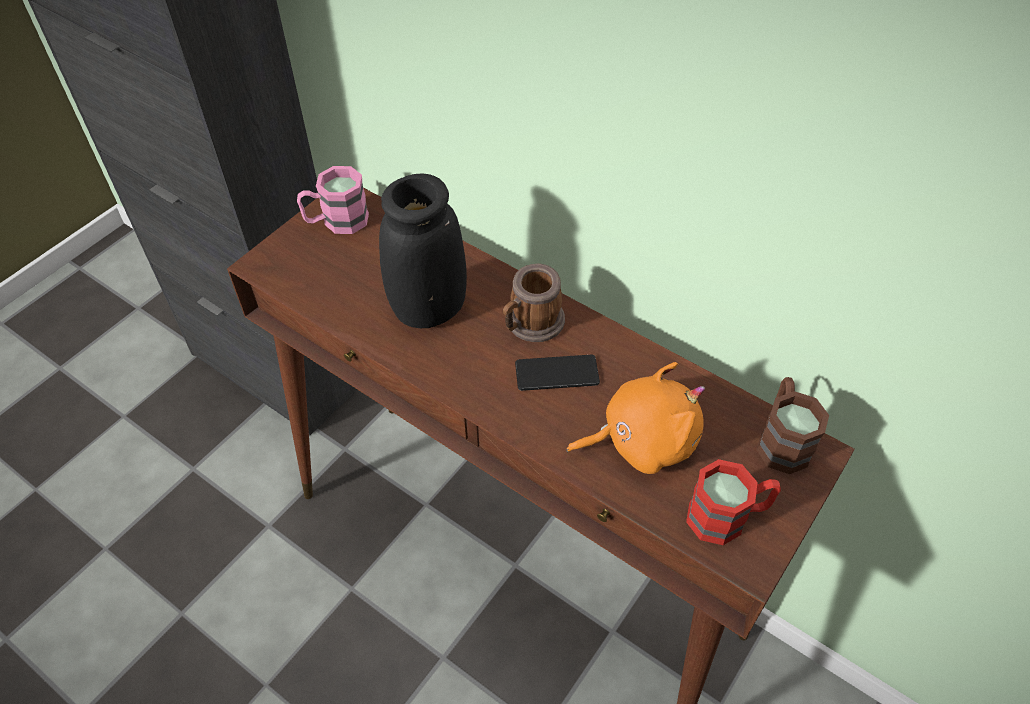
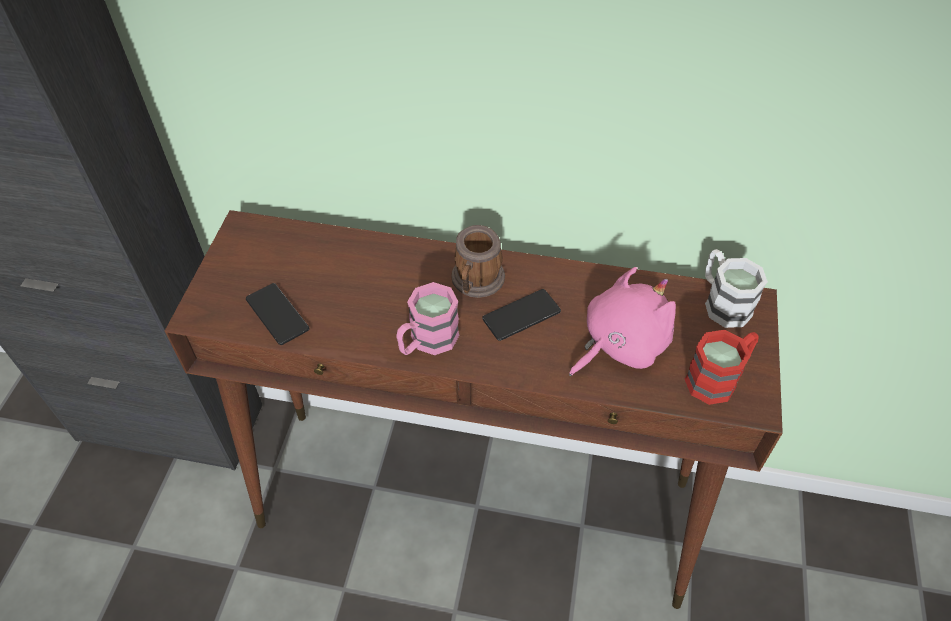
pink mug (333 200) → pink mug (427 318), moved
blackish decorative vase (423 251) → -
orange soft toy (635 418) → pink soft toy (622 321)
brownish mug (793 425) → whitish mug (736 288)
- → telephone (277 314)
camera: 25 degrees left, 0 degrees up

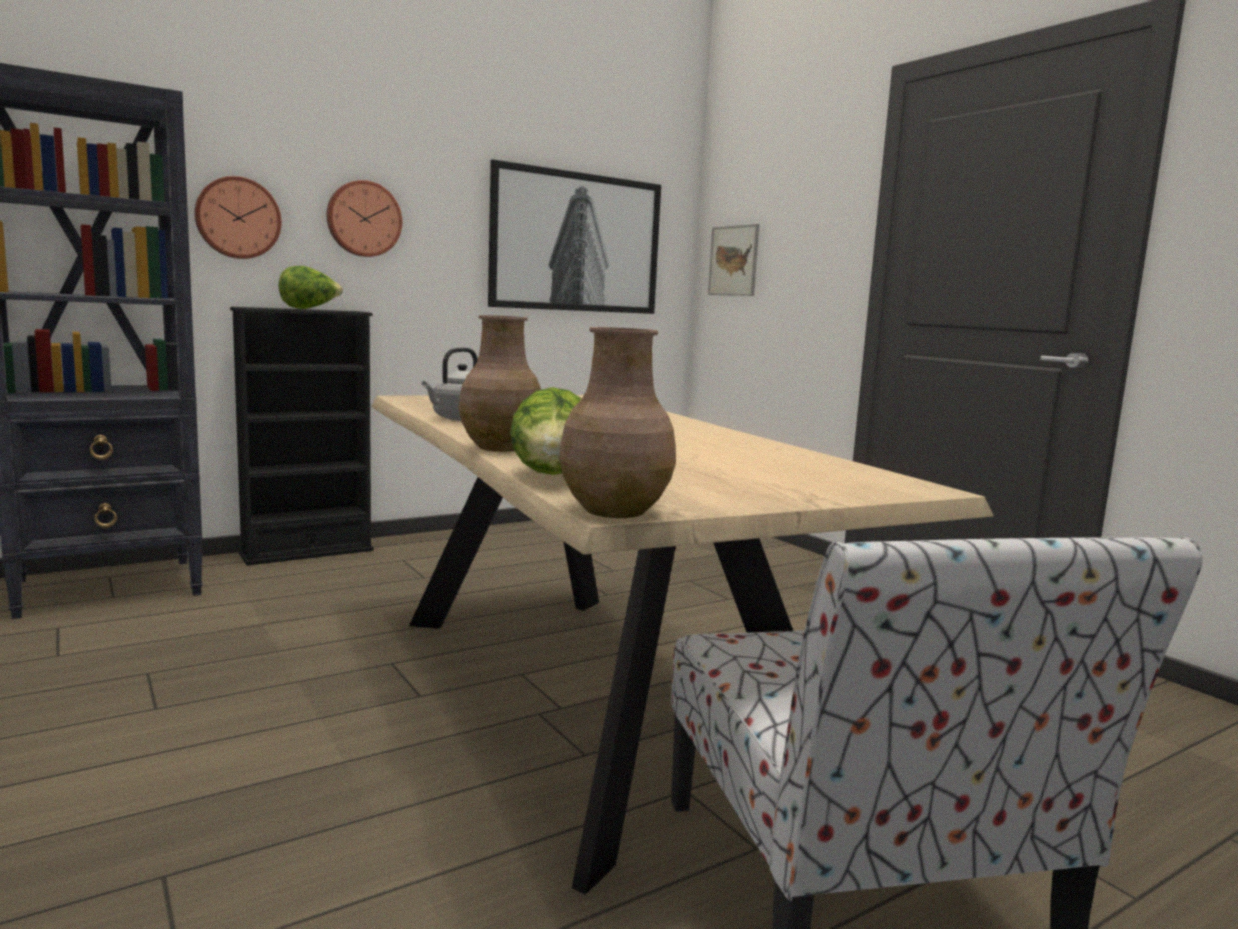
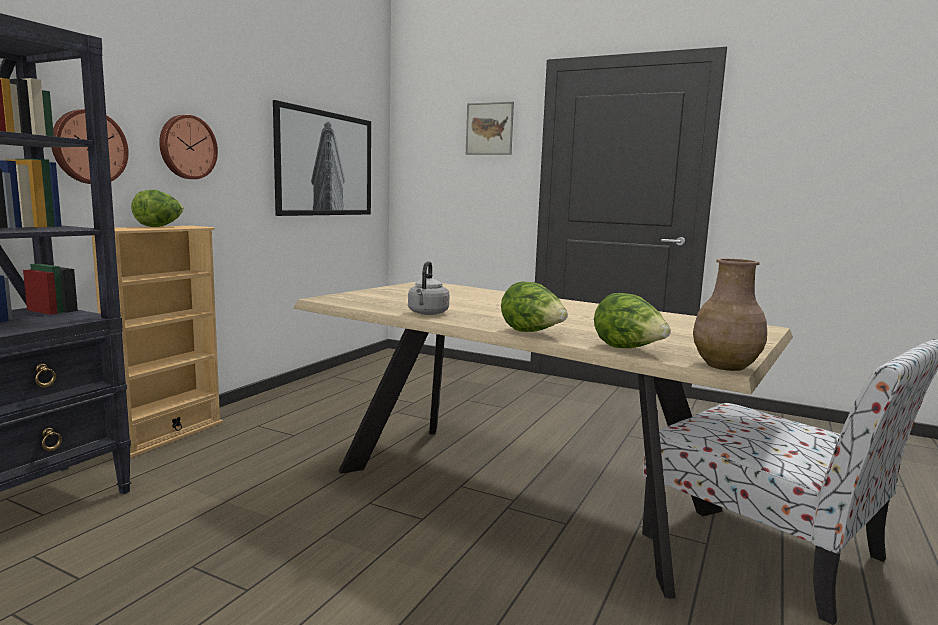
blackish bookshelf (302 436) → beige bookshelf (157 342)
brownish decorative vase (500 383) → lettuce head (534 307)
wall picture (733 260) → wall picture (490 128), moved
camera: 30 degrees left, 0 degrees up

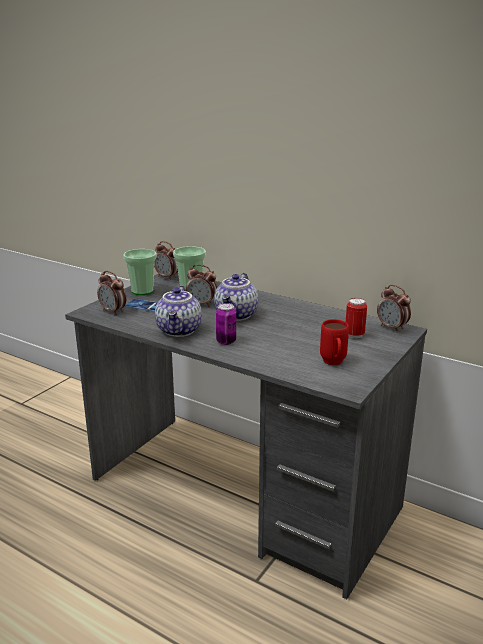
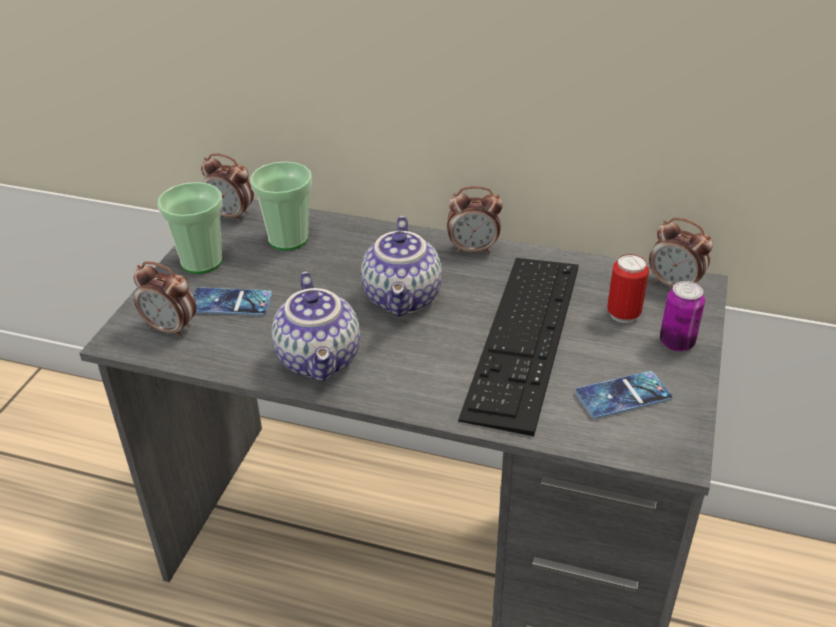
table clock (201 286) → table clock (475 220), moved
can (226 324) → can (682 316), moved
red mug (334 342) → telephone (623 395)
- → PC keyboard (518 347)
camera: 15 degrees left, 15 degrees up

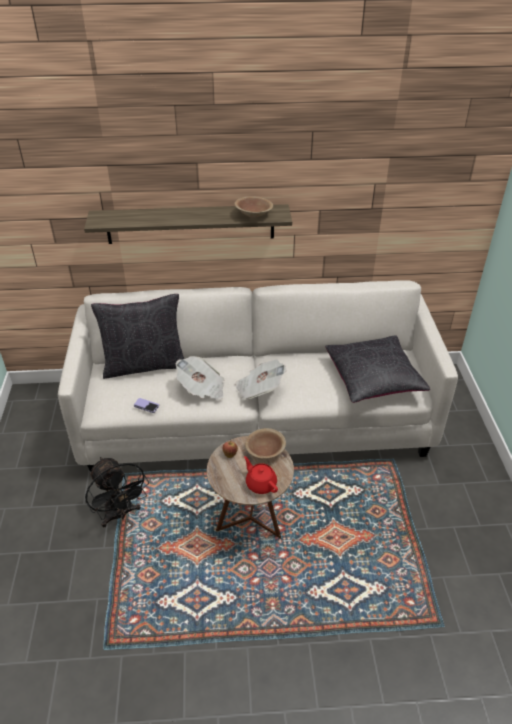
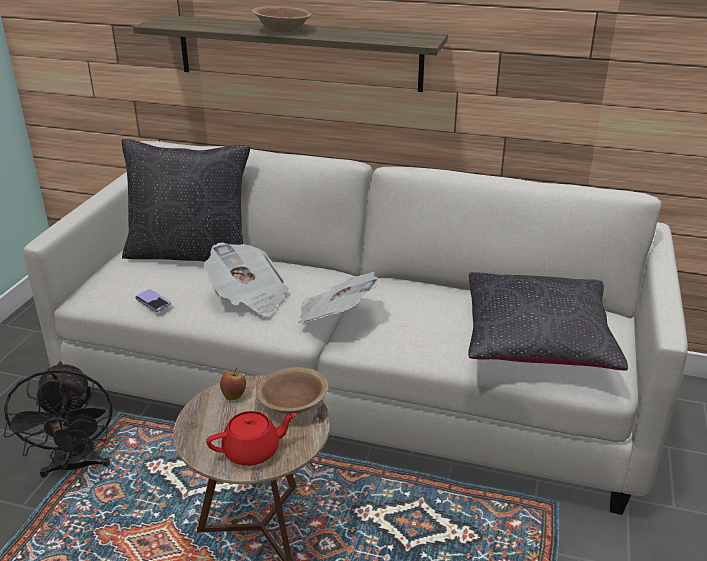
brownish deep dish (254 207) → brownish deep dish (282 19), moved
red tea pot (261 475) → red tea pot (251 438), 90 degrees clockwise
camera: 20 degrees right, 10 degrees down

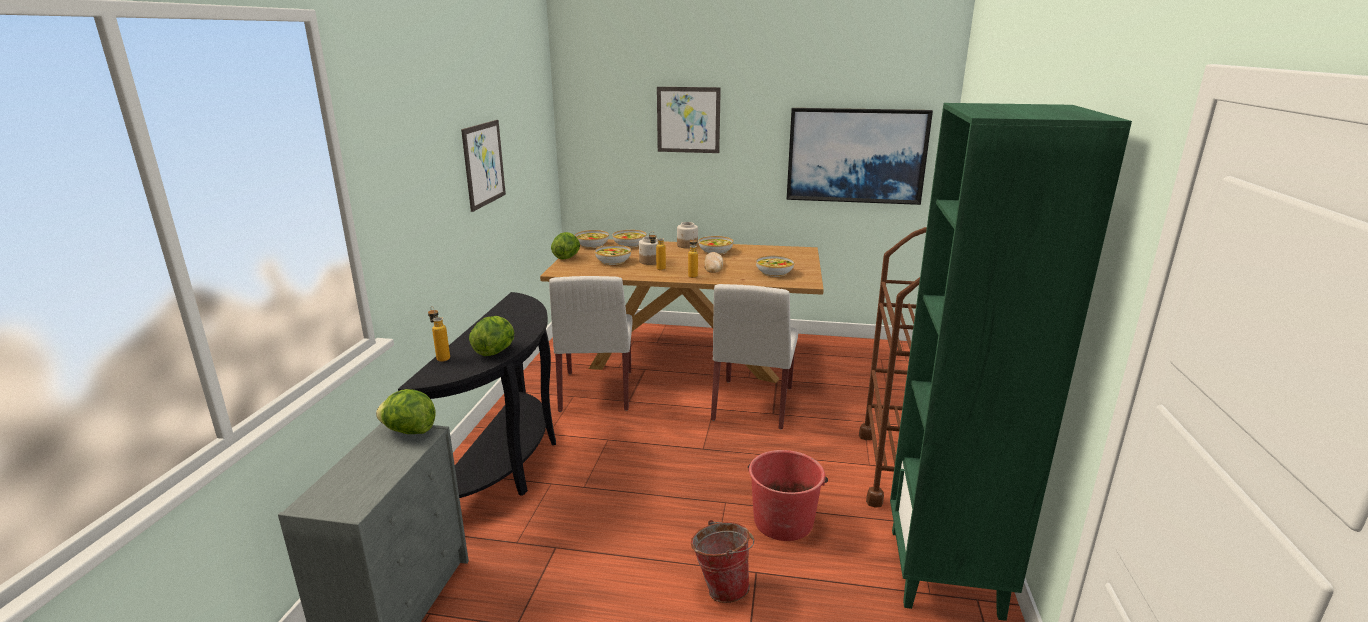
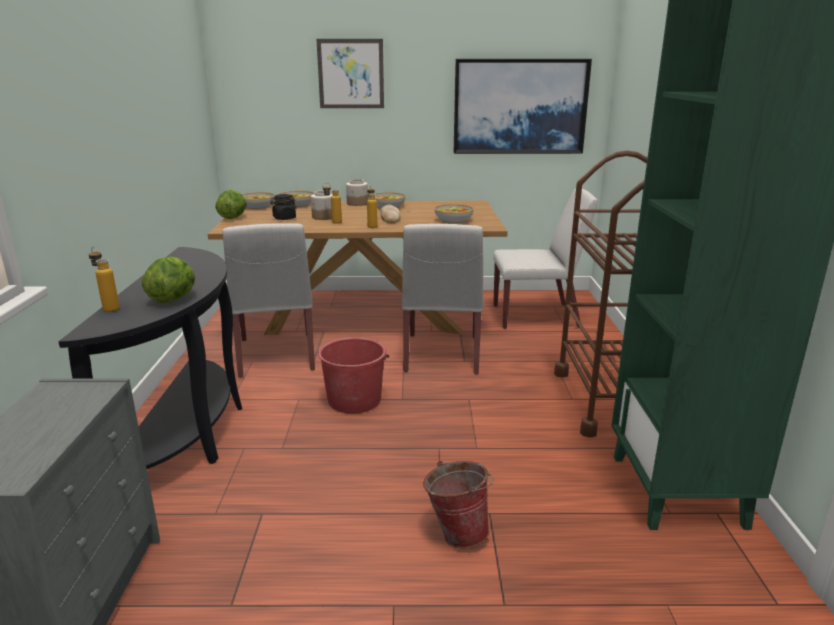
lettuce head (406 411) → -
wall picture (483 166) → -
deep dish (613 255) → blackish jar (283 207)
red bucket (788 495) → red bucket (353 375), moved
- → whitish upright chair (545 258)
camera: 10 degrees left, 0 degrees up

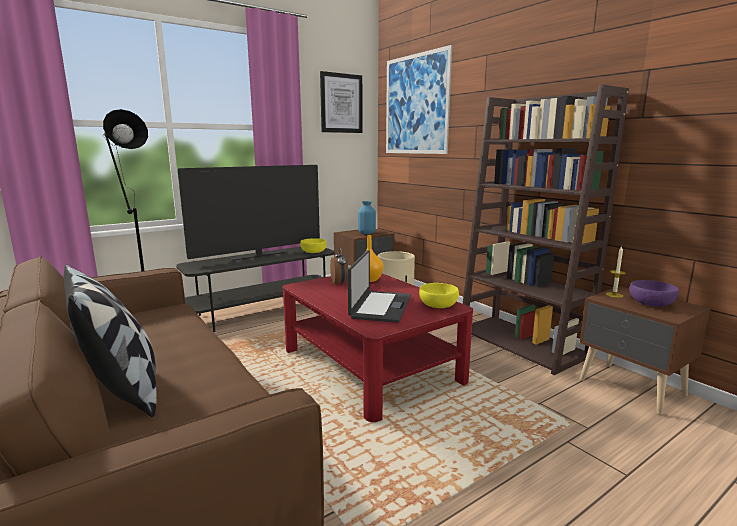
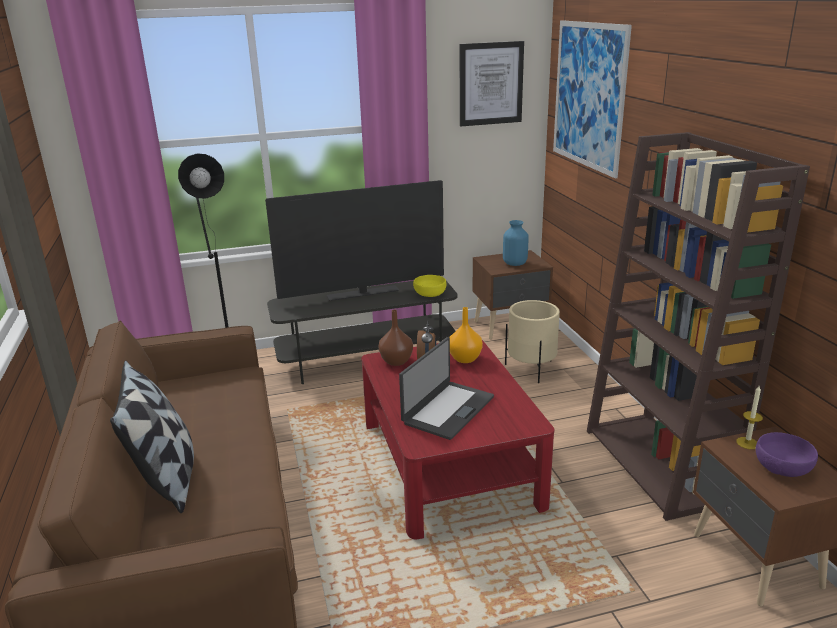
yellow-coloured deep dish (439 295) → -
- → brownish decorative vase (396 338)
camera: 20 degrees right, 10 degrees up

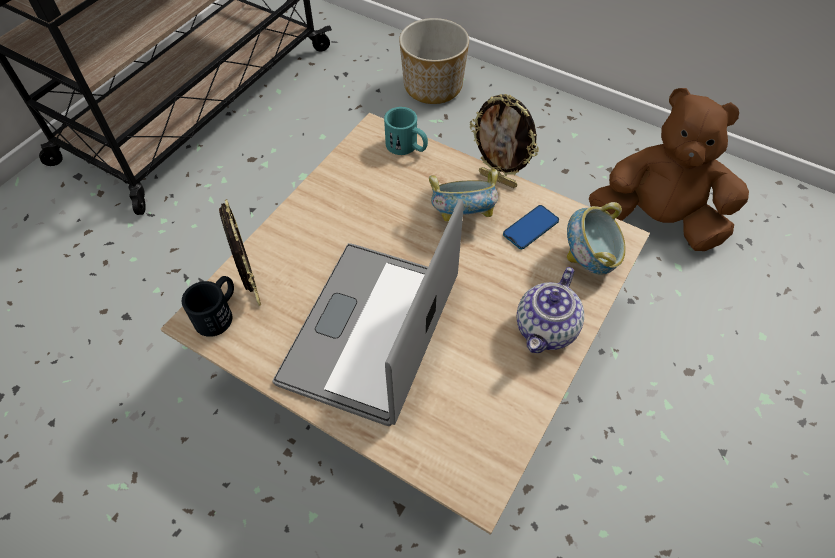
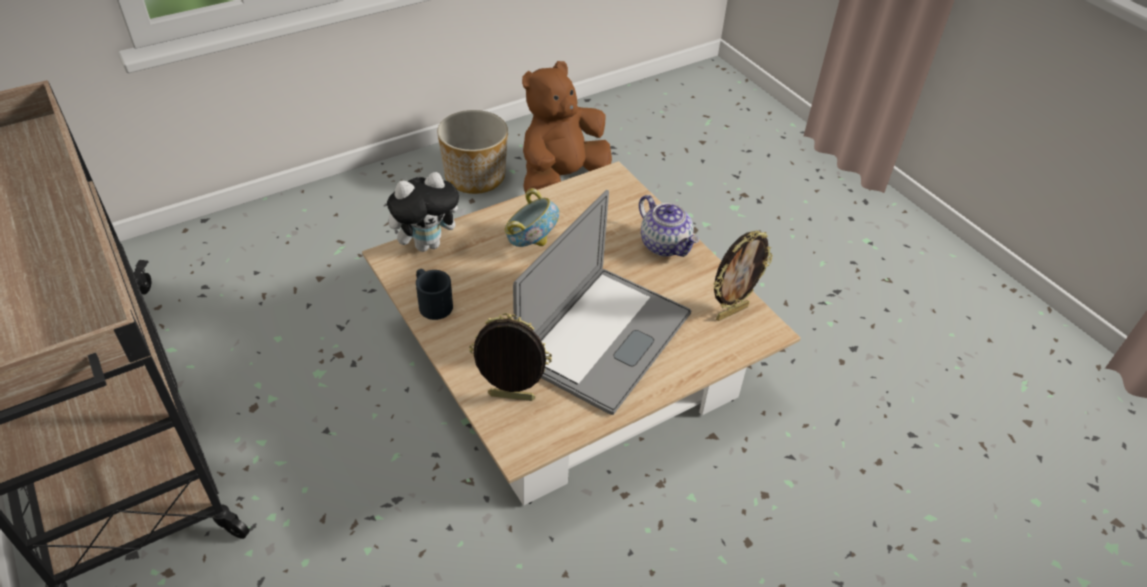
blackish mug (208 306) → blackish mug (434 294), moved
portable computer (368 312) → portable computer (602 302), 105 degrees counterclockwise
blue-green mug (406 131) → soft toy (426 212)
planter (434 61) → planter (472 152), moved
picture frame (504 141) → picture frame (743 276), moved
telephone (531 227) → -
deep dish (596 238) → -
camera: 65 degrees left, 10 degrees down

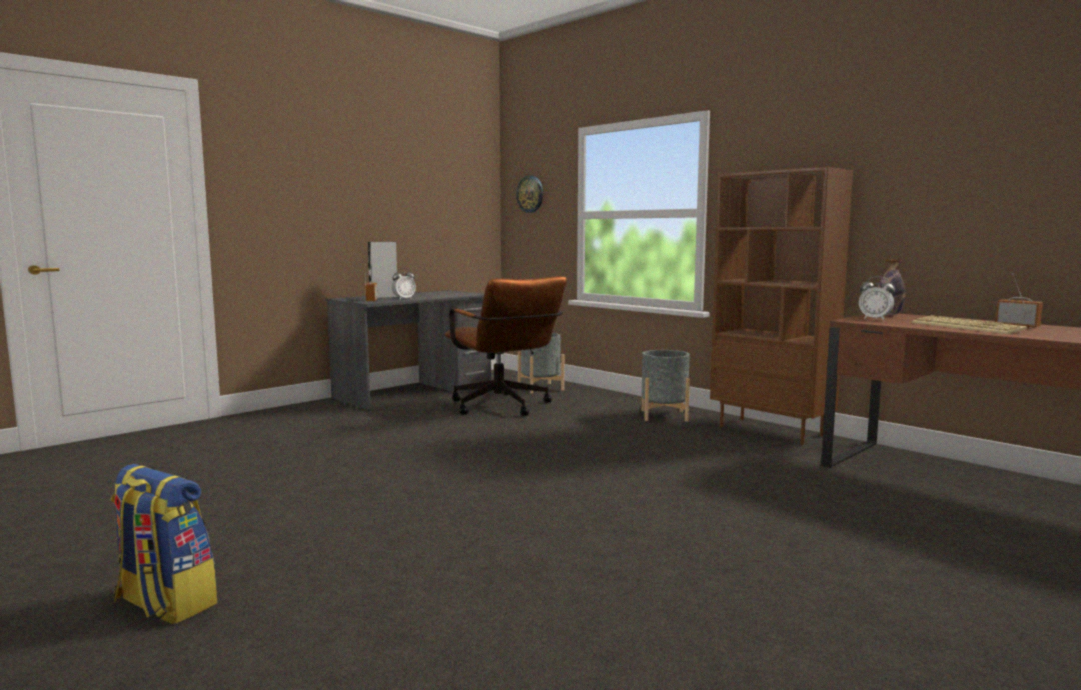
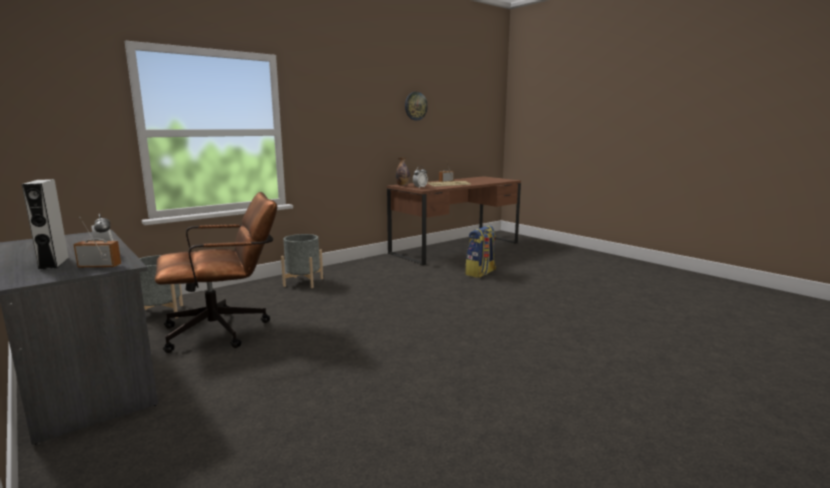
rucksack (164 544) → rucksack (480 251), moved
clock on the wall (529 194) → clock on the wall (416 106), moved
brownish bookshelf (781 306) → -
camera: 85 degrees left, 5 degrees up

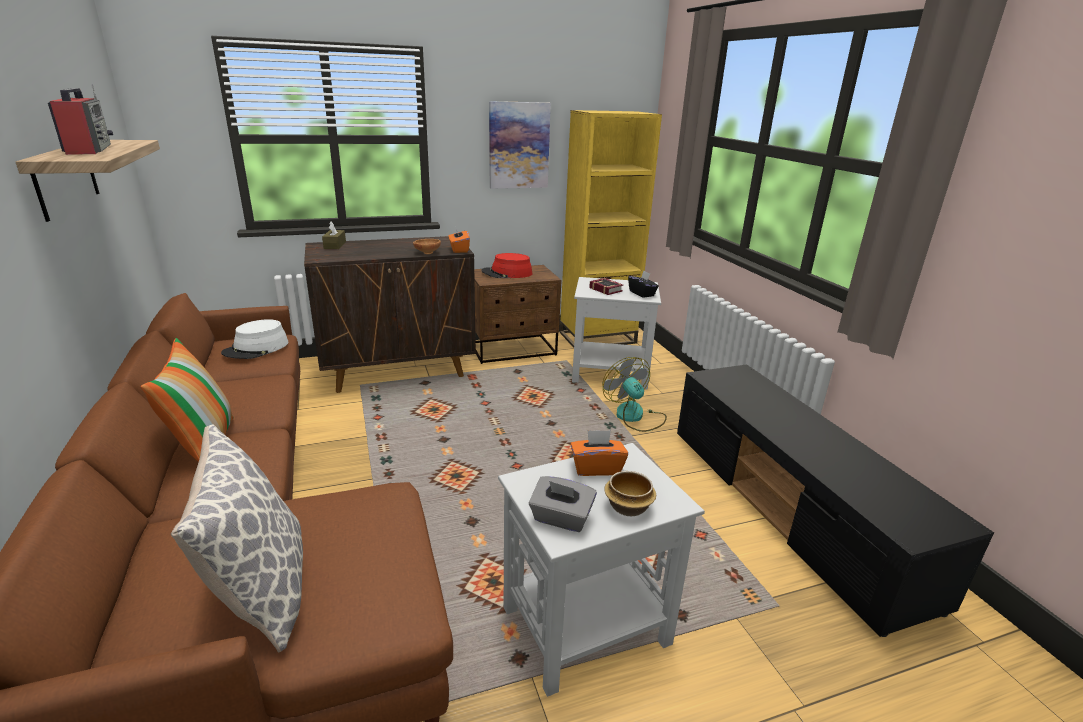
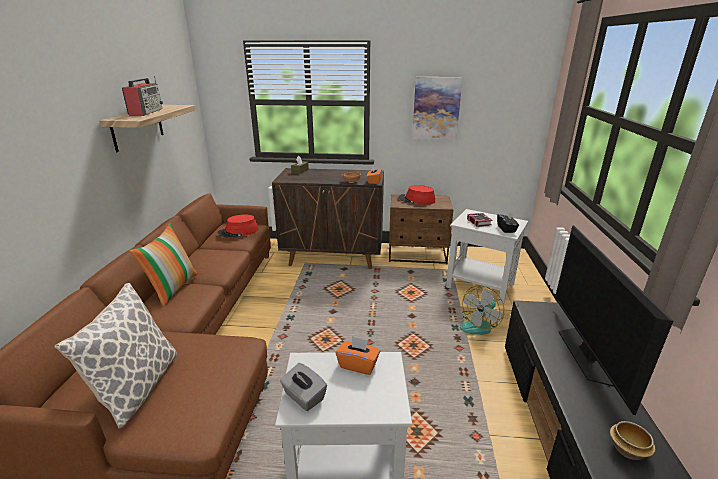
whitish clothing hat (254 339) → red clothing hat (238 226)
yellow-coloured bookshelf (611 229) → -
electric fan (634 394) → electric fan (482 310), 135 degrees counterclockwise
deep dish (630 493) → deep dish (632 440), moved
- → television (614 320)
camera: 25 degrees right, 0 degrees up

